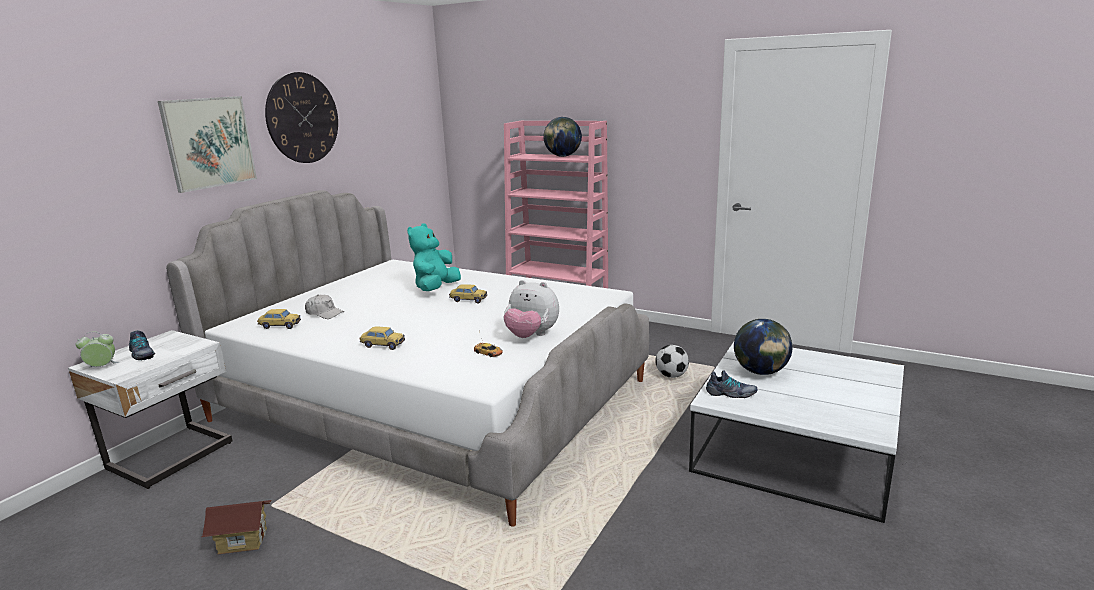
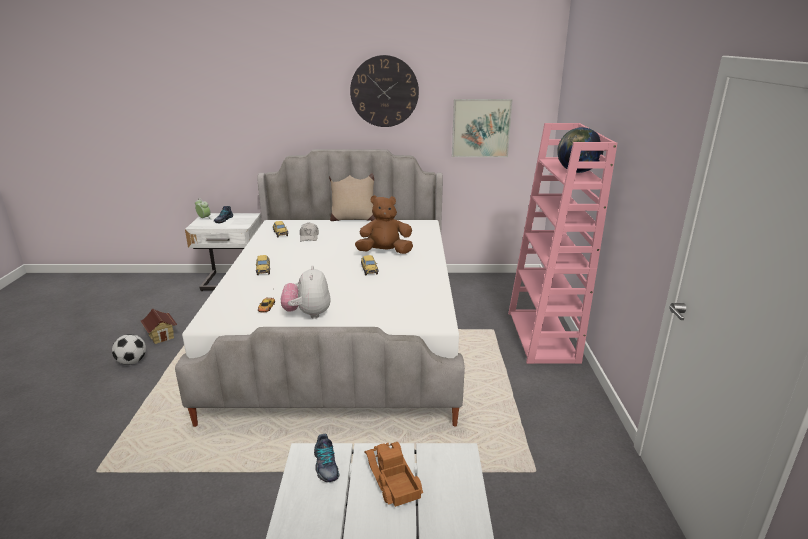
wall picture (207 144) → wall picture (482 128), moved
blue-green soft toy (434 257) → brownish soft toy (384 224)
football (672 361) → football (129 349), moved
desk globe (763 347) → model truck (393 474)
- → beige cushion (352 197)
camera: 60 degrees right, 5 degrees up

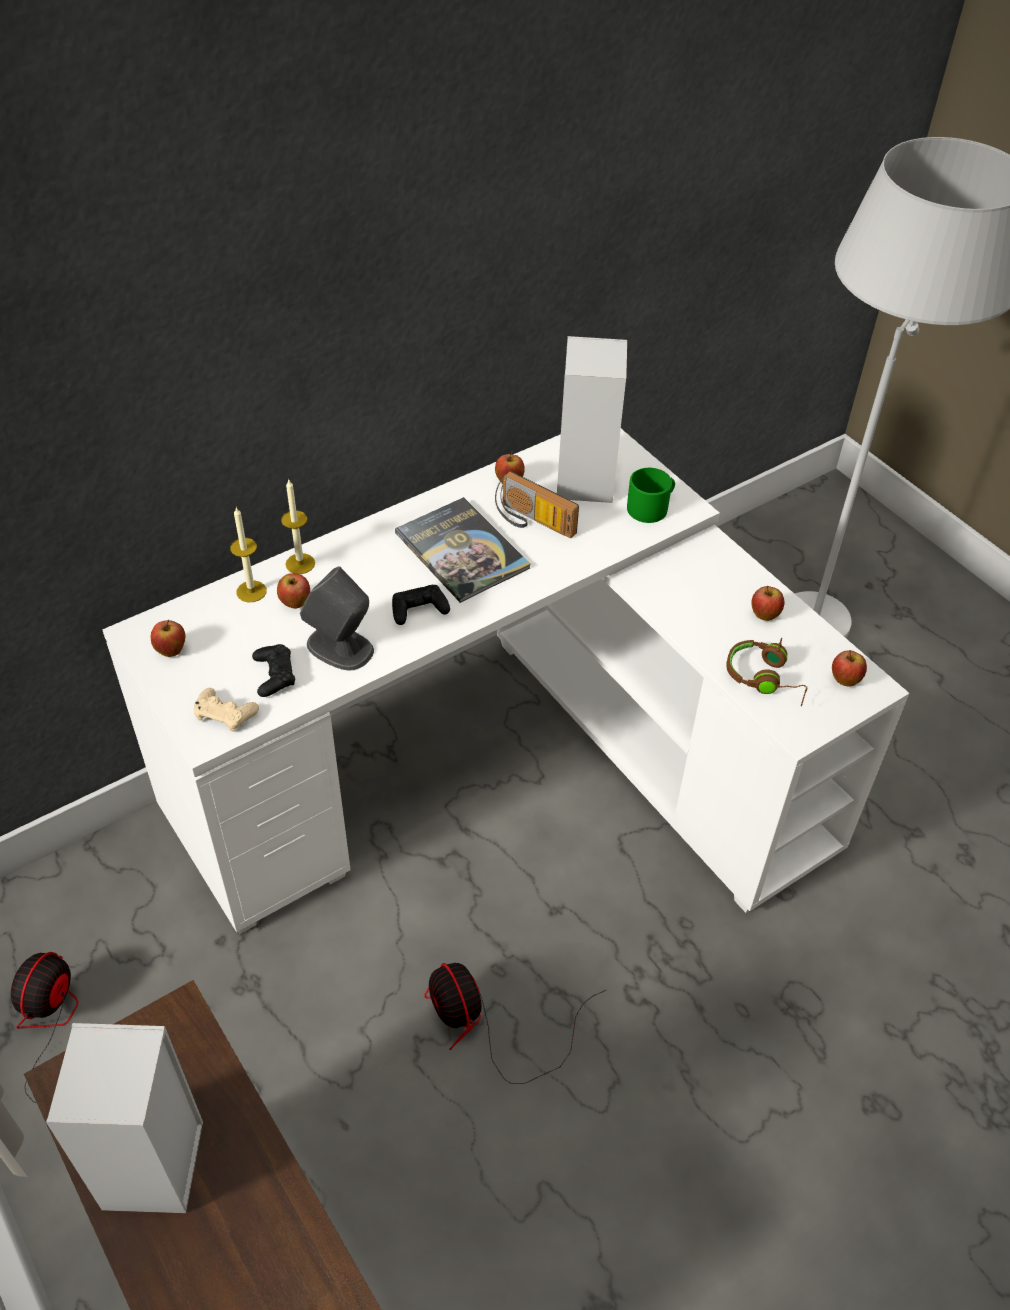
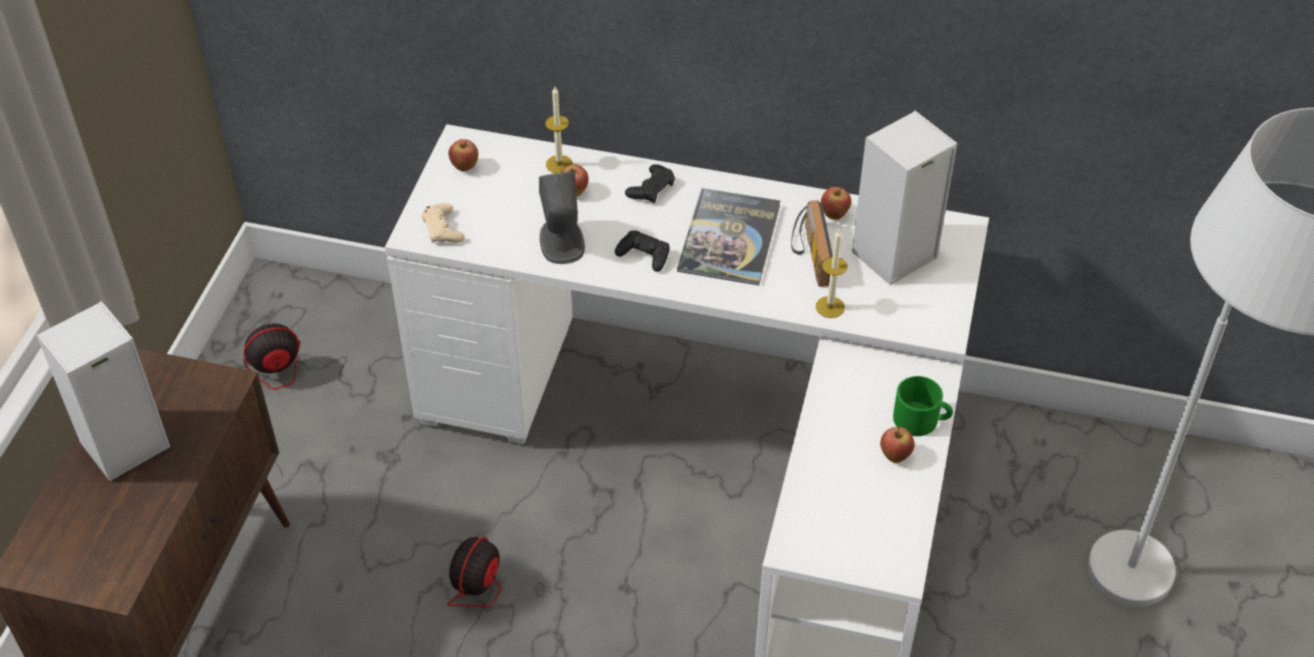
blackish joypad (273 670) → blackish joypad (650 183), moved
wax candle (298 527) → wax candle (832 274), moved
greenish mug (651 495) → greenish mug (923 406), moved
brownish headphones (767 672) → -
whole apple (849 668) → -
camera: 50 degrees right, 0 degrees up

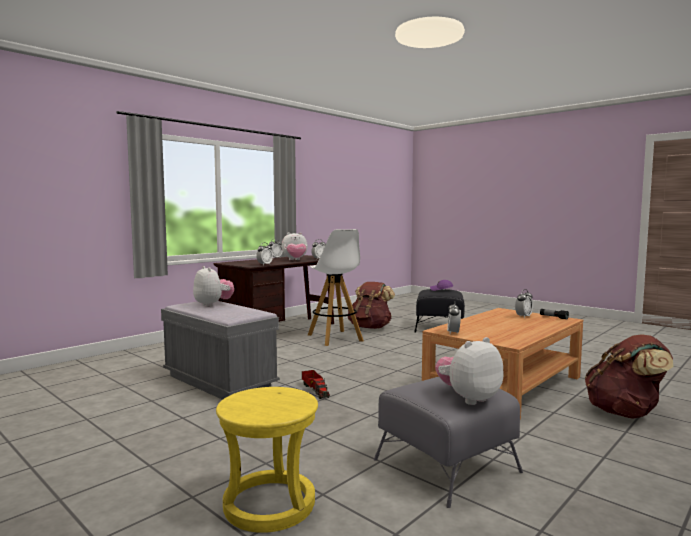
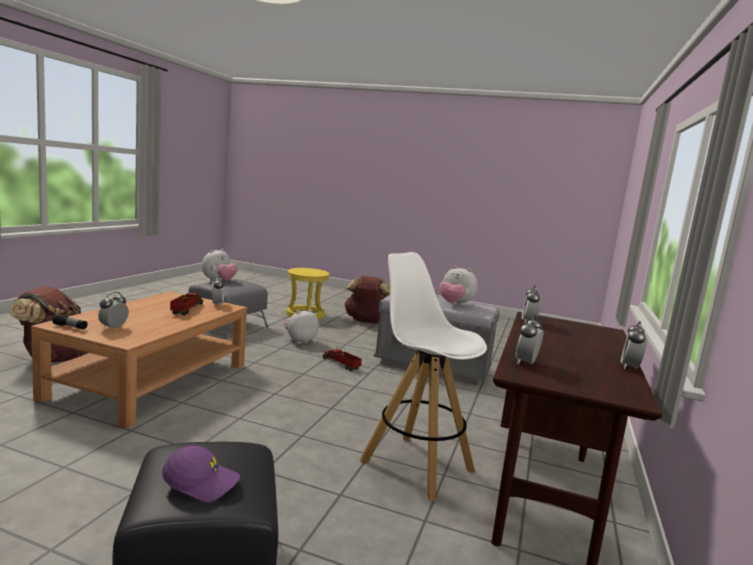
soft toy (294 246) → soft toy (301 326), moved
brownish rucksack (371 305) → brownish rucksack (367 299), moved
- → model truck (186 302)
camera: 155 degrees right, 5 degrees up

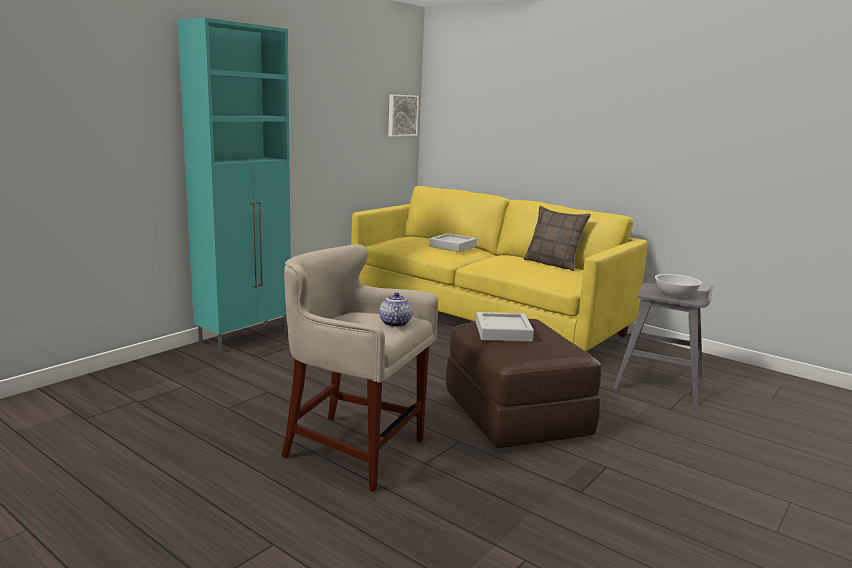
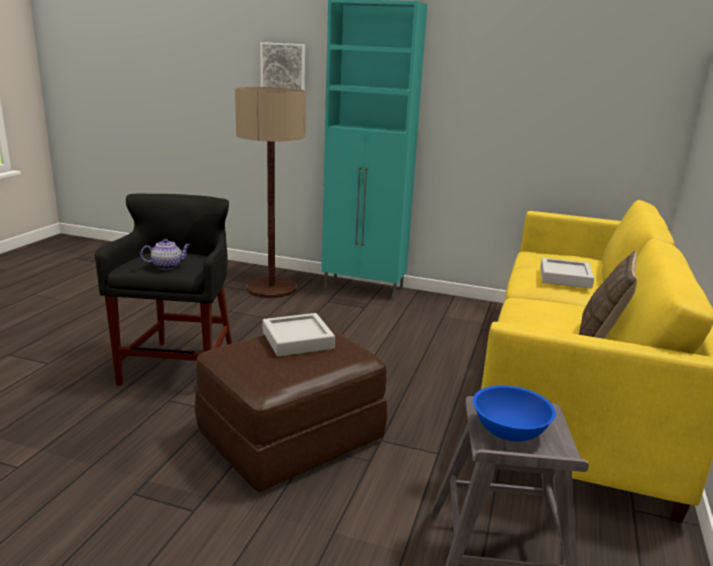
beige stool seat (359 368) → blackish stool seat (164 289)
wall picture (403 115) → wall picture (282 66), moved
whitish deep dish (678 285) → bluish deep dish (514 413)
- → standard lamp (270 192)
camera: 70 degrees right, 5 degrees up

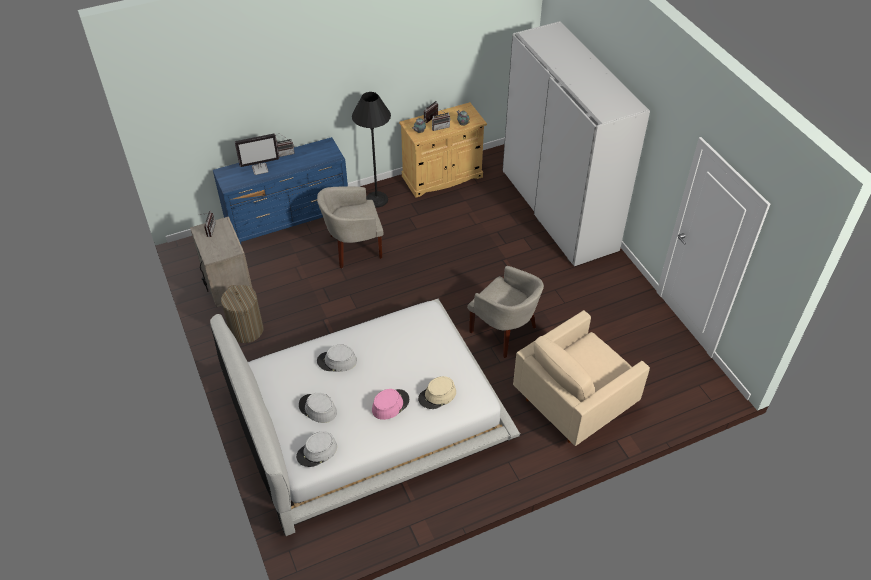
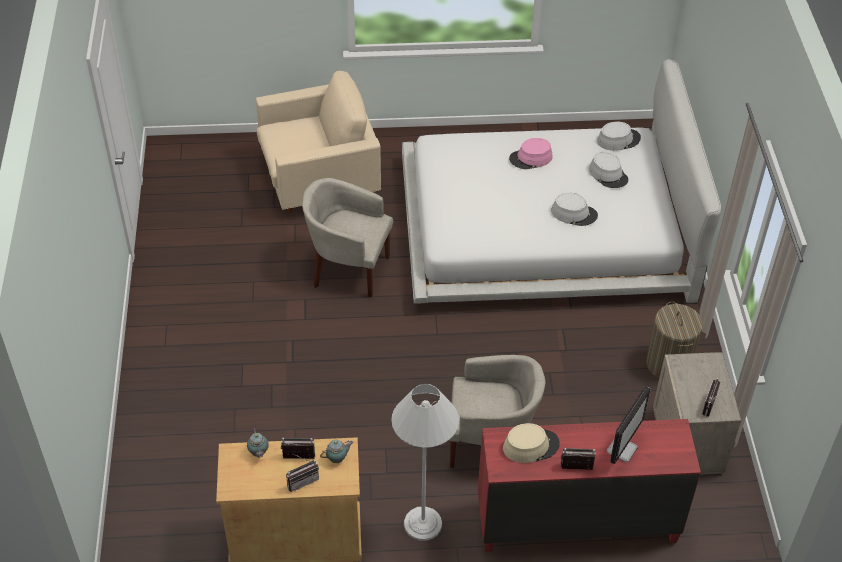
bluish dresser (280 190) → red dresser (589 485)
monitor (257 154) → monitor (629 425), 120 degrees clockwise
blackish standard lamp (371 150) → whitish standard lamp (425 462)
beige clothing hat (437 392) → beige clothing hat (531 443), moved
beige armchair (505 312) → beige armchair (347 237), 45 degrees counterclockwise
whitish clothes cupboard (576 143) → -
camera: 160 degrees left, 0 degrees up

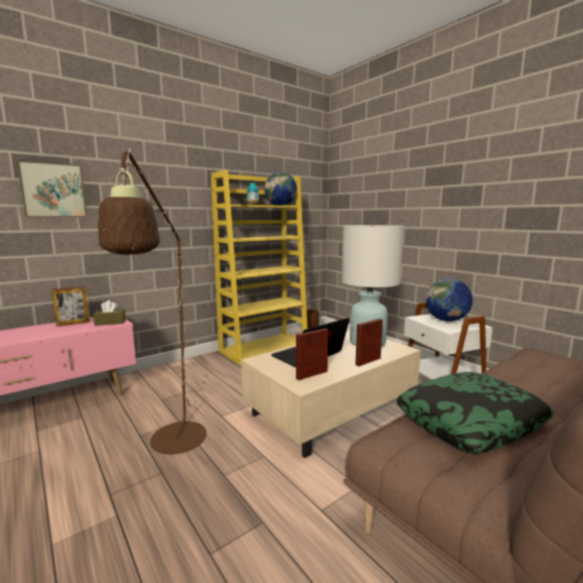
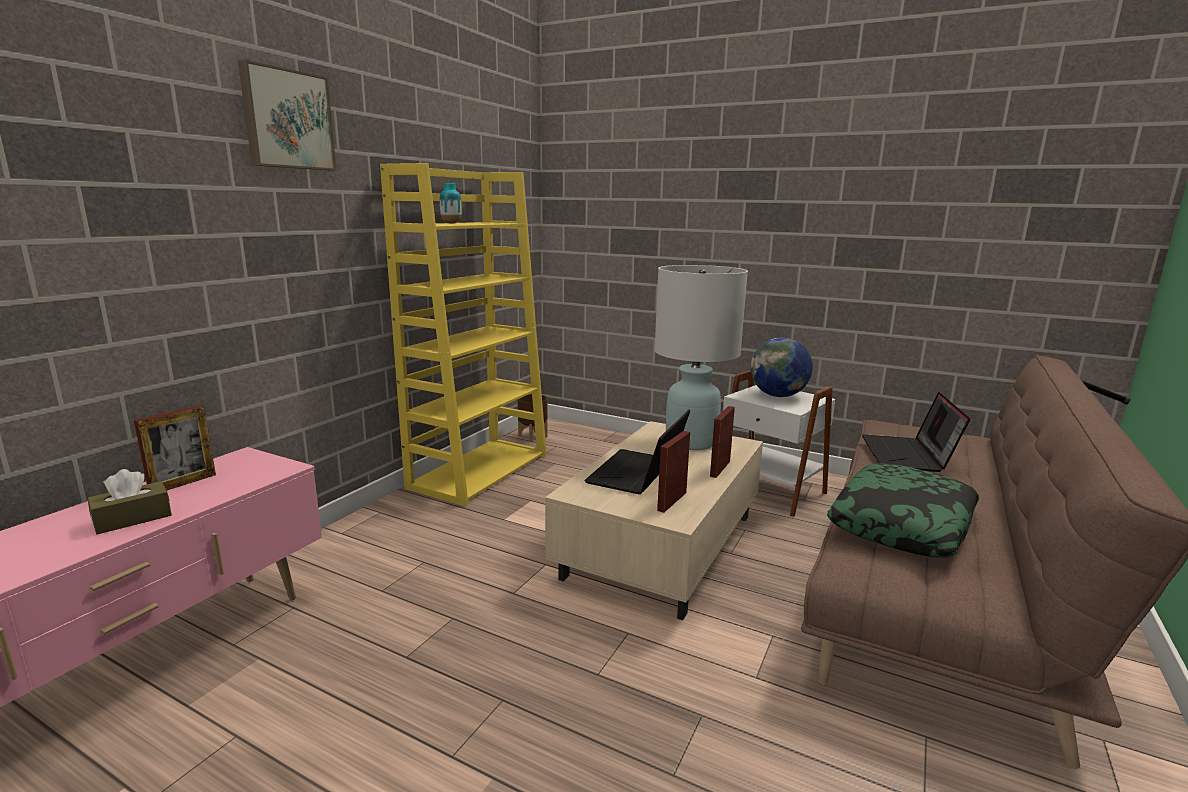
wall picture (52 188) → wall picture (287 115), moved
brownish tissue box (109 313) → brownish tissue box (130 501), moved
brownish standard lamp (153 301) → -
desk globe (280 189) → -
- → portable computer (916 432)
camera: 25 degrees left, 5 degrees up

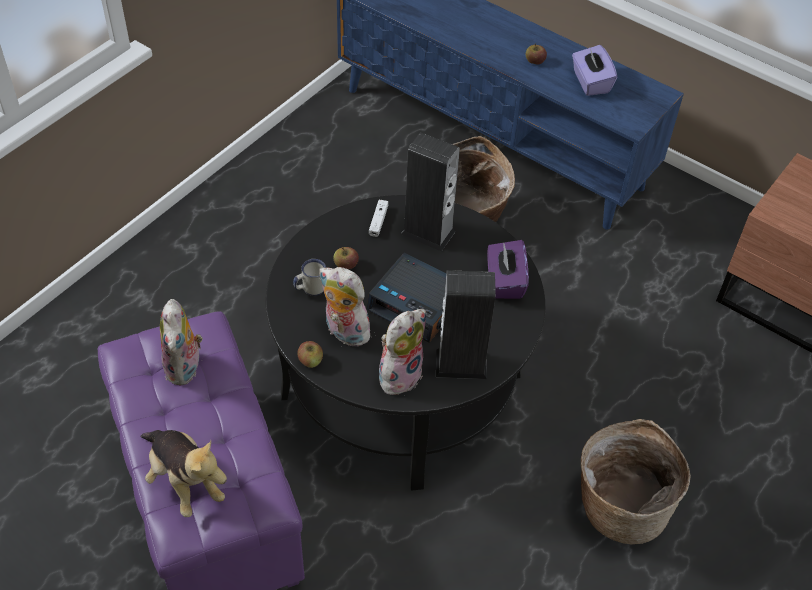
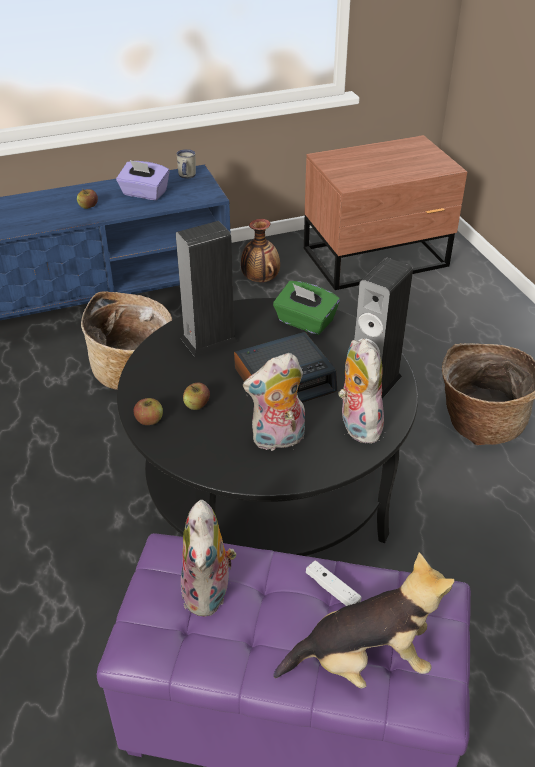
soft toy (181 342) → soft toy (208 558), 60 degrees clockwise
whitish mug (309 277) → whitish mug (186 163), moved
whole apple (310 354) → whole apple (148 411), moved
whitish joypad (379 218) → whitish joypad (334 583), moved
purple-coloured tissue box (508 269) → greenish tissue box (306 308)
- → decorative vase (260 250)
camera: 55 degrees left, 10 degrees down

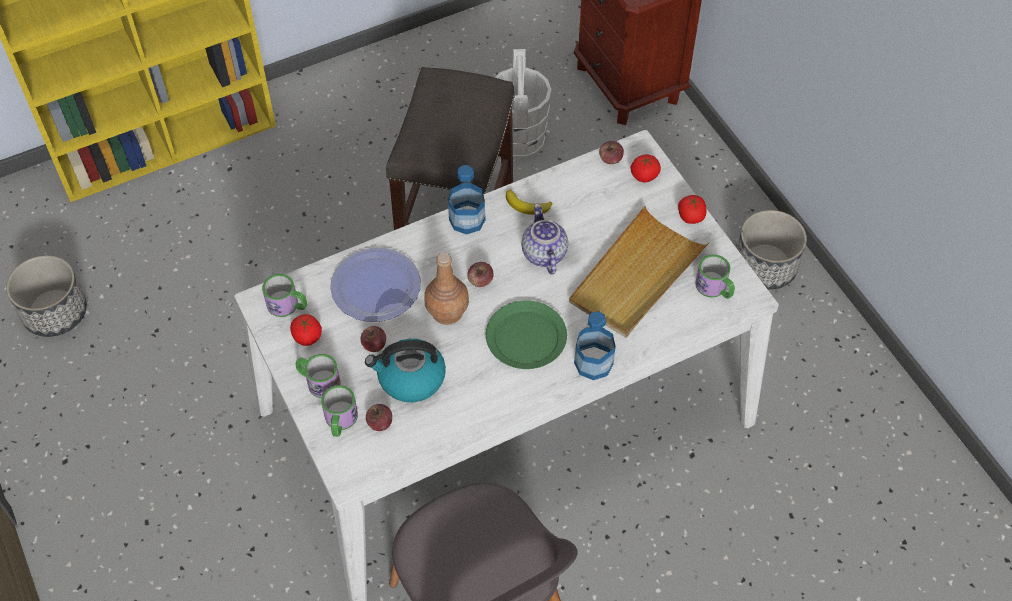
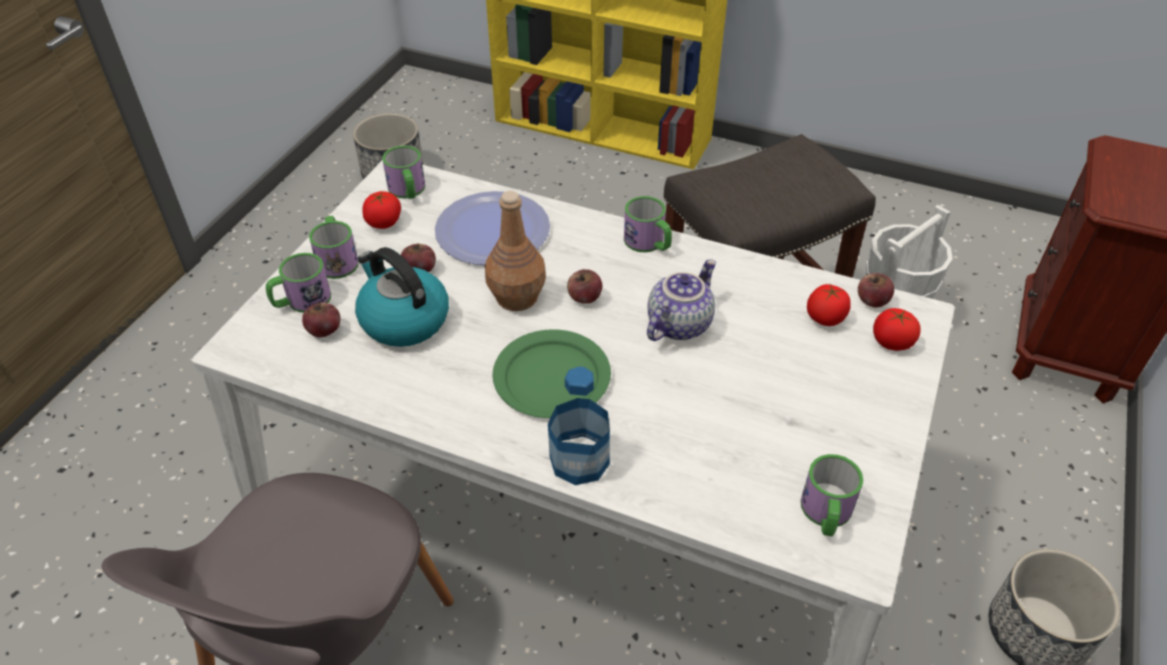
drink bottle (467 199) → mug (648 224)
whole banana (529 202) → -
beige serving tray (639 272) → -
whole tomato (692 209) → whole tomato (829 305), moved
camera: 50 degrees right, 10 degrees down

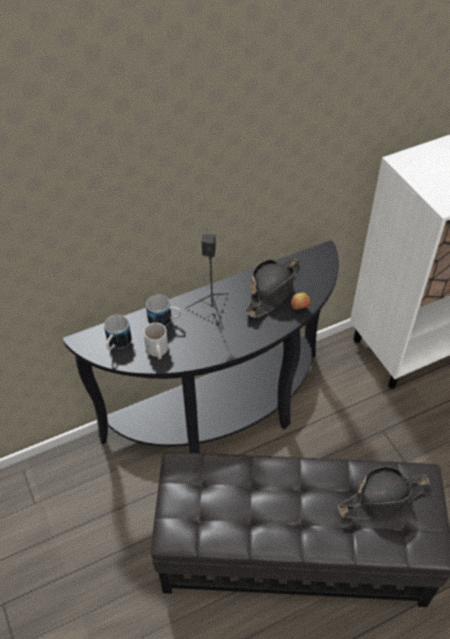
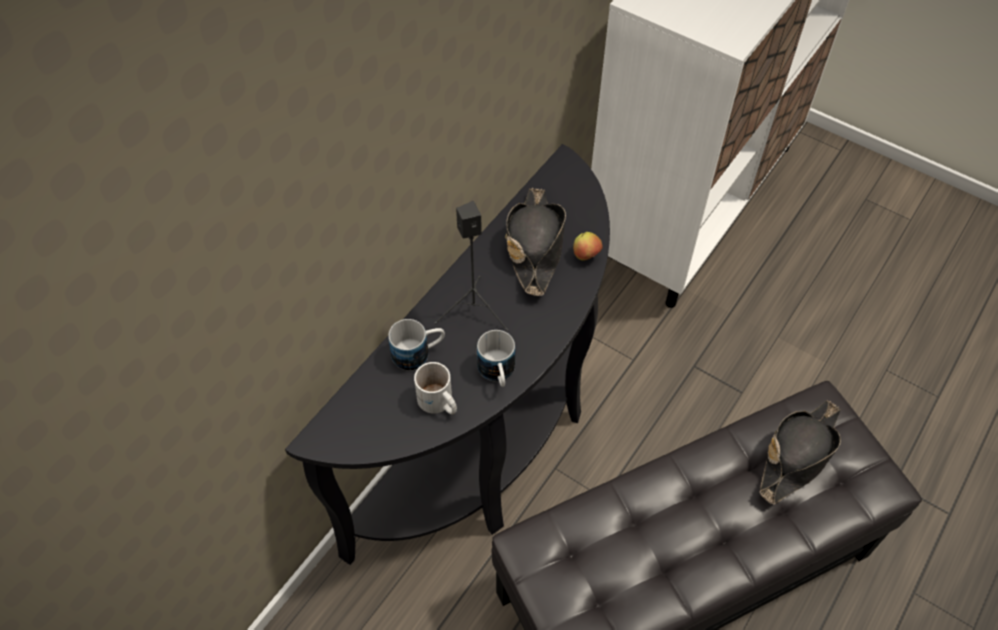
mug (118 332) → mug (496 358), moved
camera: 30 degrees left, 5 degrees up

